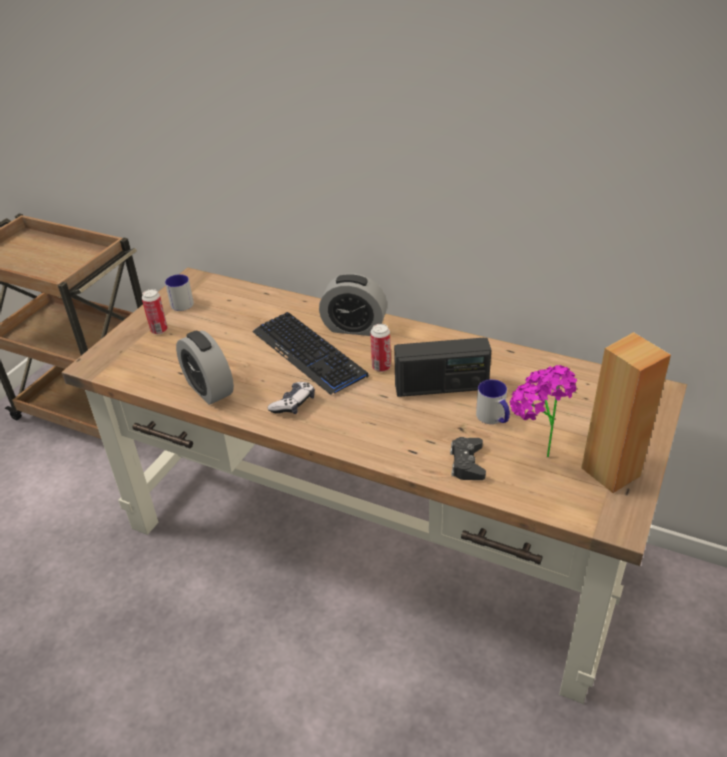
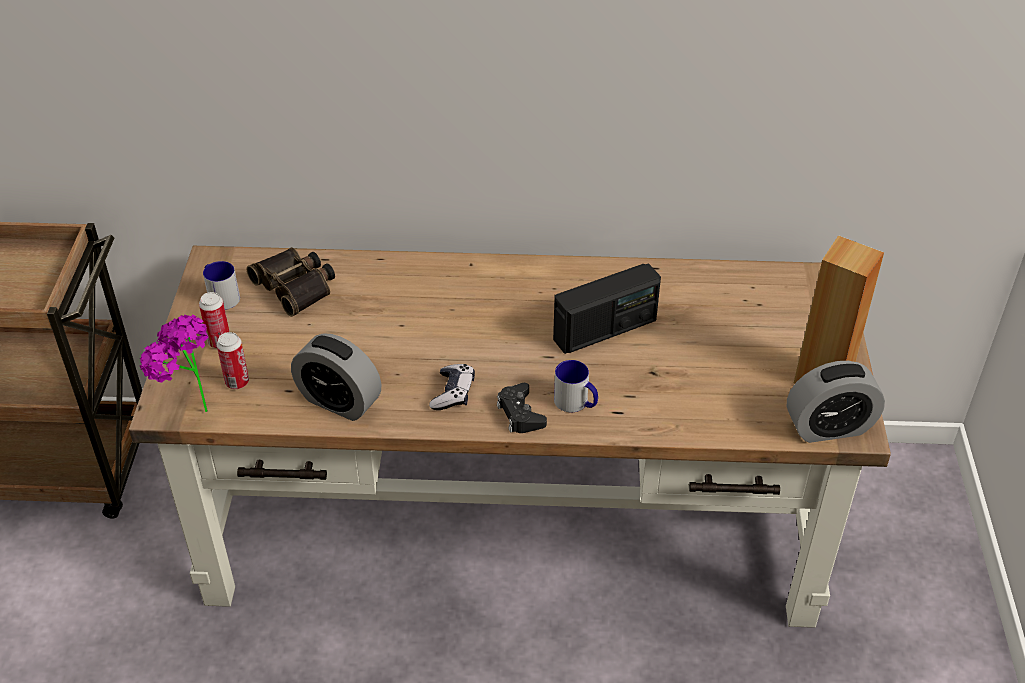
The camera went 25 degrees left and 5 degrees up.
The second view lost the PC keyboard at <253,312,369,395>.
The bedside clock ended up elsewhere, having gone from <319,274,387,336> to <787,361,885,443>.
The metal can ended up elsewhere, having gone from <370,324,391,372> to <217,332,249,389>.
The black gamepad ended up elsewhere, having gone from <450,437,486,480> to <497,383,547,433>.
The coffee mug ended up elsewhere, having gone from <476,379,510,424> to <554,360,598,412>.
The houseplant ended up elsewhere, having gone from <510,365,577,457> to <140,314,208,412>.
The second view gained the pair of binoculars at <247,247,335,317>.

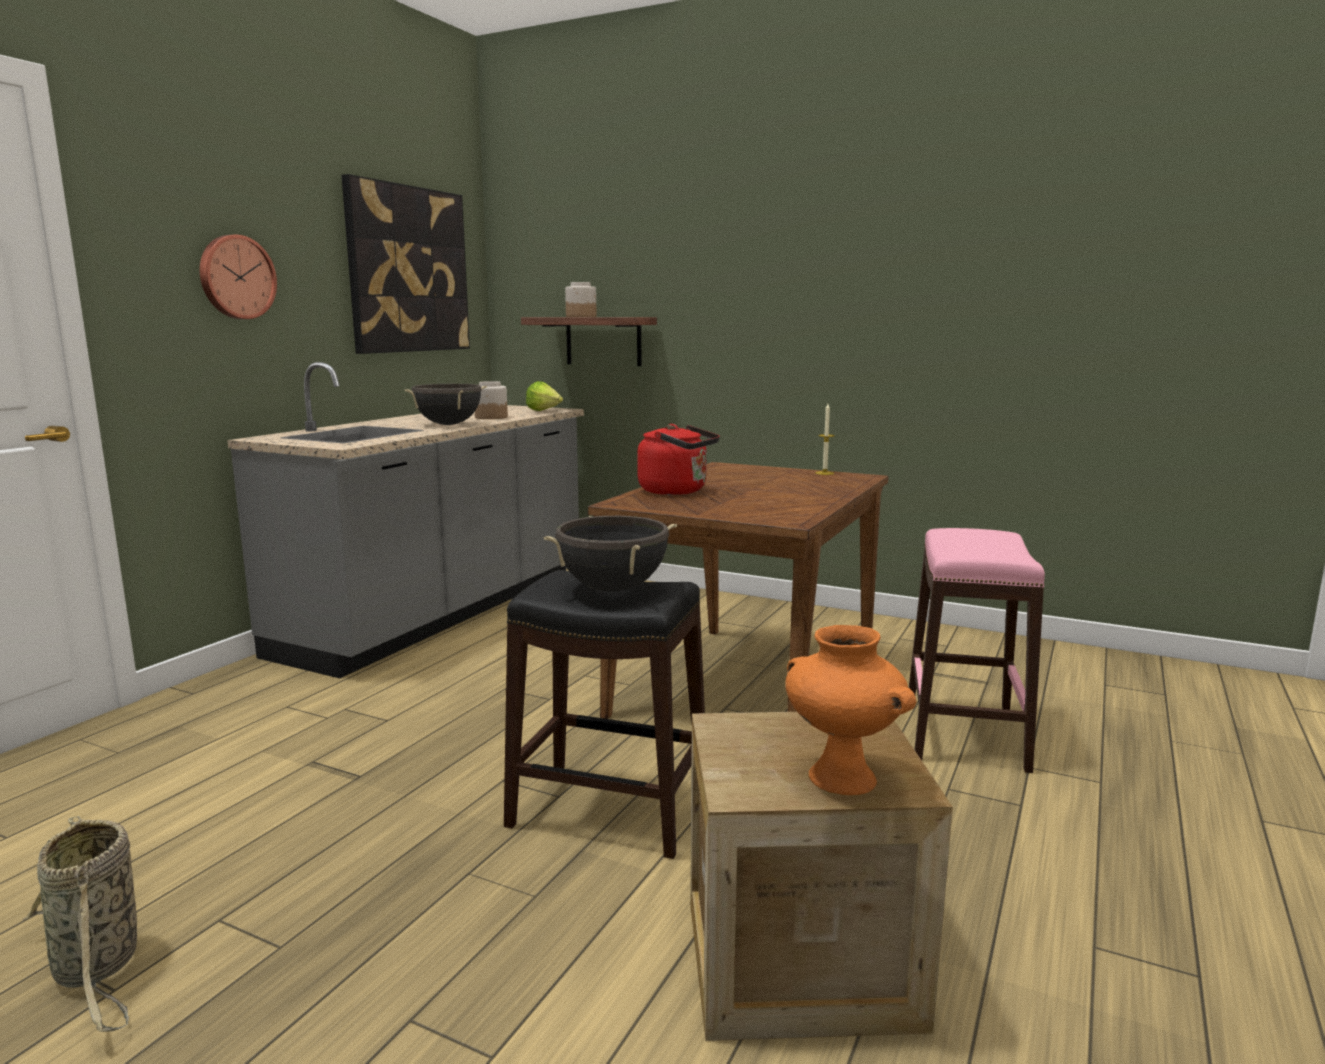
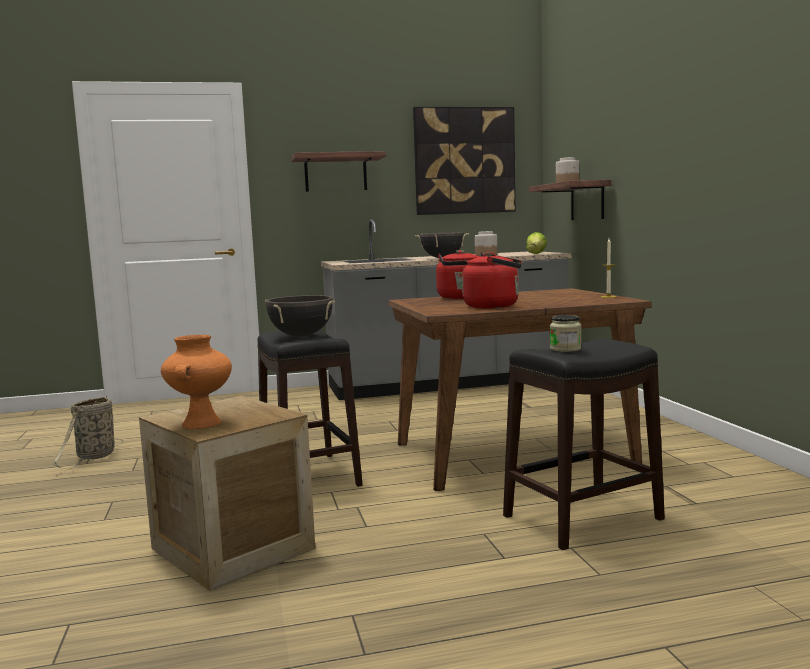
The camera went 50 degrees right and 5 degrees down.
Where the hanging clock hung at <200,235,277,319>, the bracket shelf came to hang at <291,151,386,192>.
What was the pink stool seat at <909,528,1045,773> turned into the black stool seat at <503,339,665,550>.
The second view gained the red kettle at <462,252,522,308>.
The second view gained the storage jar at <550,315,581,352>.

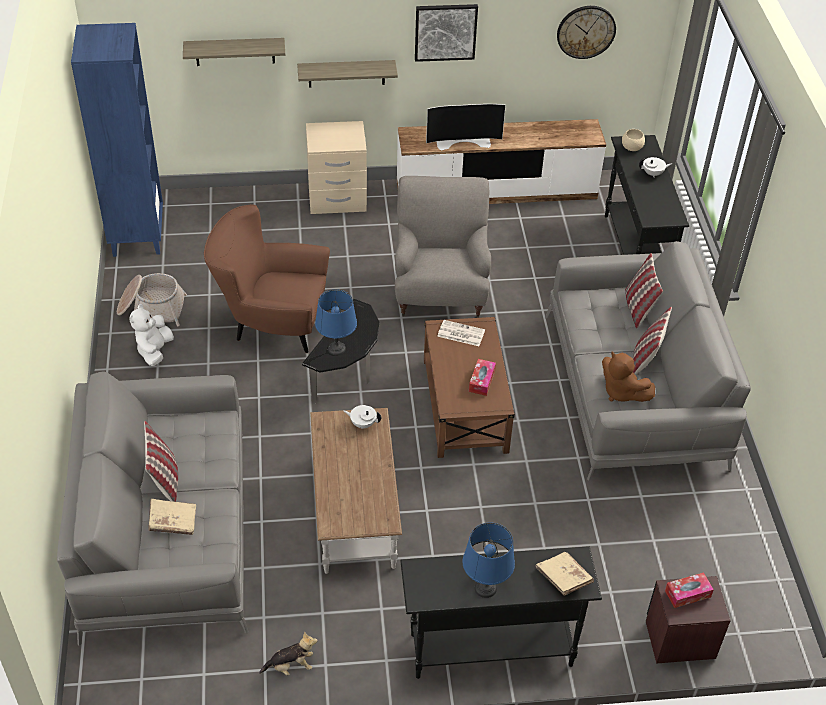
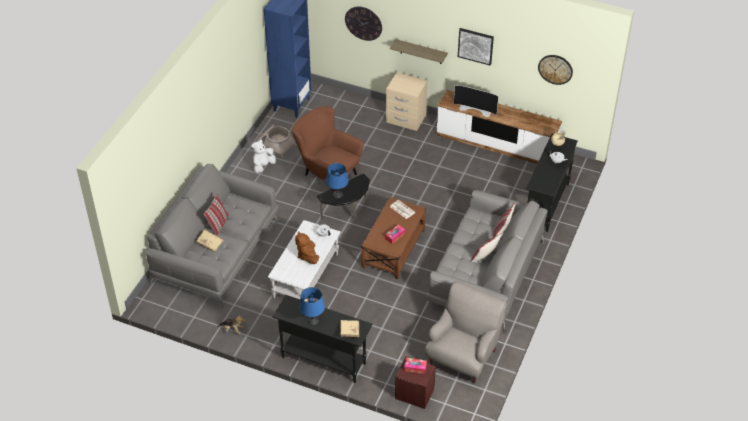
The camera went 30 degrees right and 0 degrees up.
Where the bracket shelf hung at <183,38,285,66>, the hanging clock came to hang at <345,7,382,41>.
What was the brownish low table at <310,408,402,574> turned into the whitish low table at <268,220,341,302>.
The grey armchair ended up elsewhere, having gone from <395,176,491,318> to <425,281,507,384>.
The brownish plush toy ended up elsewhere, having gone from <602,352,655,402> to <295,231,319,264>.

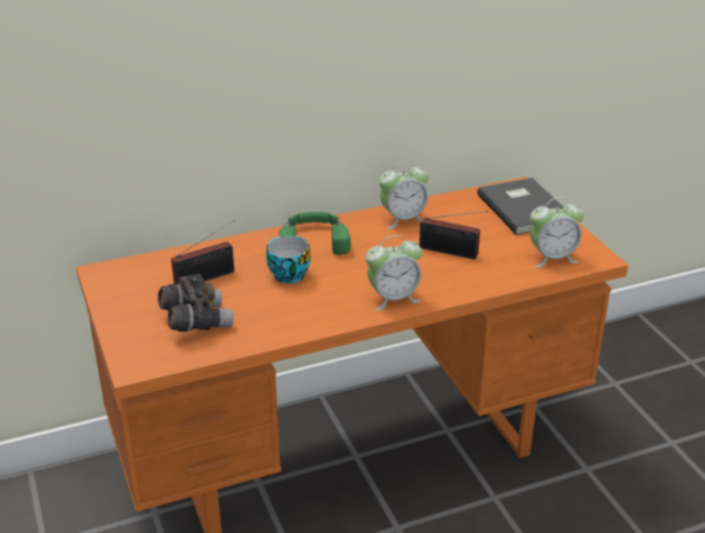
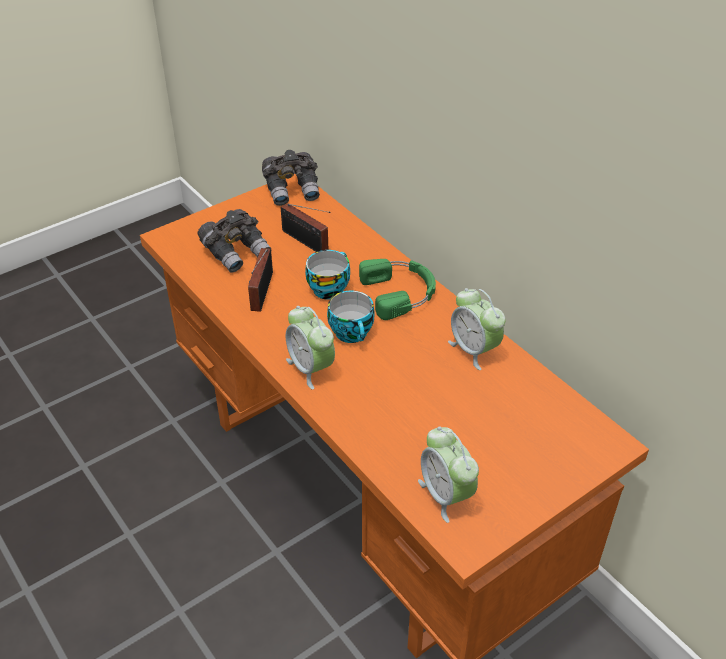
The camera went 75 degrees right and 10 degrees up.
The radio receiver ended up elsewhere, having gone from <419,211,488,259> to <248,248,273,312>.
The second view lost the grey book at <477,178,563,235>.
The second view gained the grey pair of binoculars at <262,150,320,206>.
The second view gained the small cup at <327,291,375,343>.

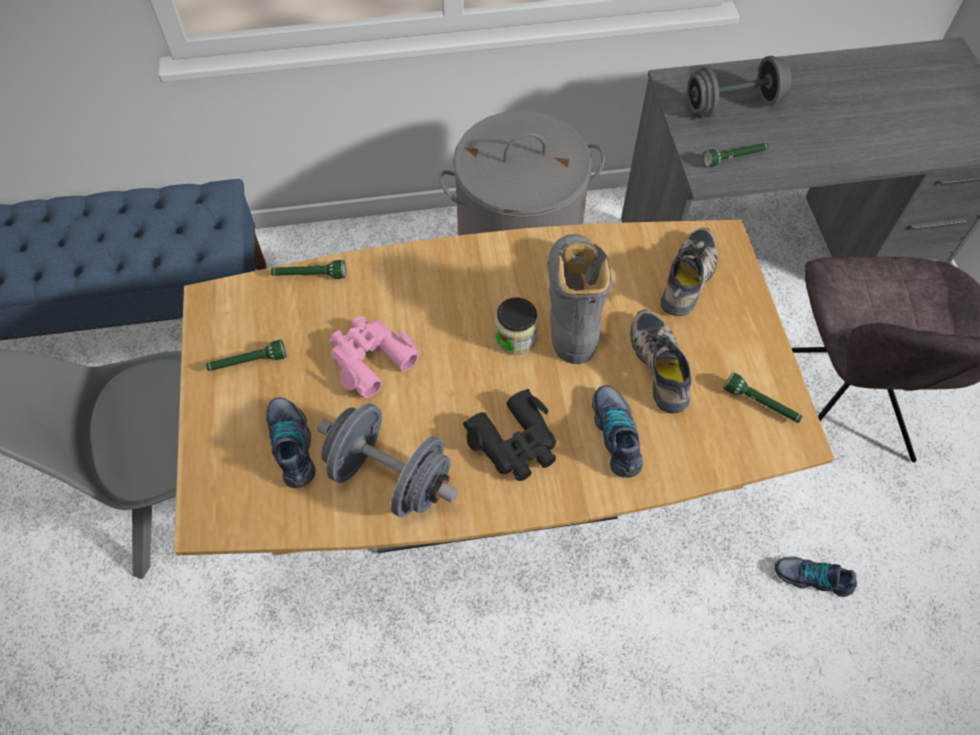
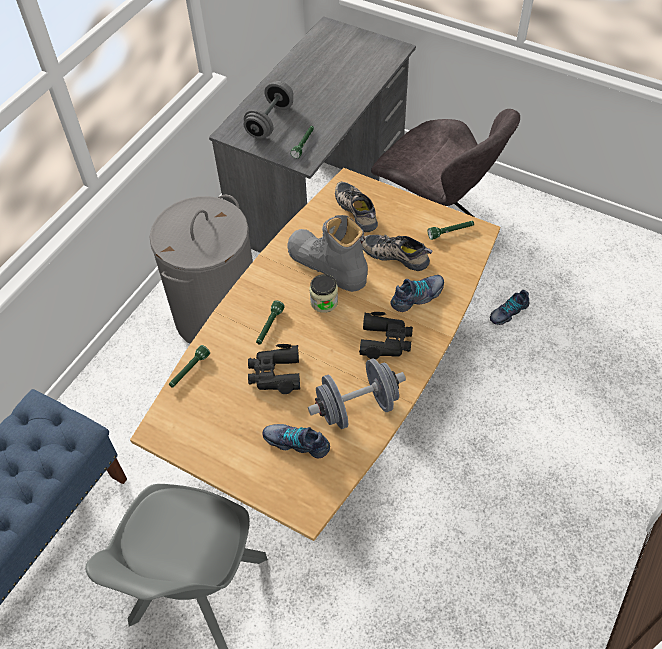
The camera went 50 degrees left and 5 degrees down.
The green-coloured torch ended up elsewhere, having gone from <206,339,287,371> to <256,300,285,344>.
What was the pink pair of binoculars at <330,317,420,398> turned into the black pair of binoculars at <248,344,300,394>.
The shoe at <592,385,643,478> ended up facing another way, 120 degrees clockwise from before.

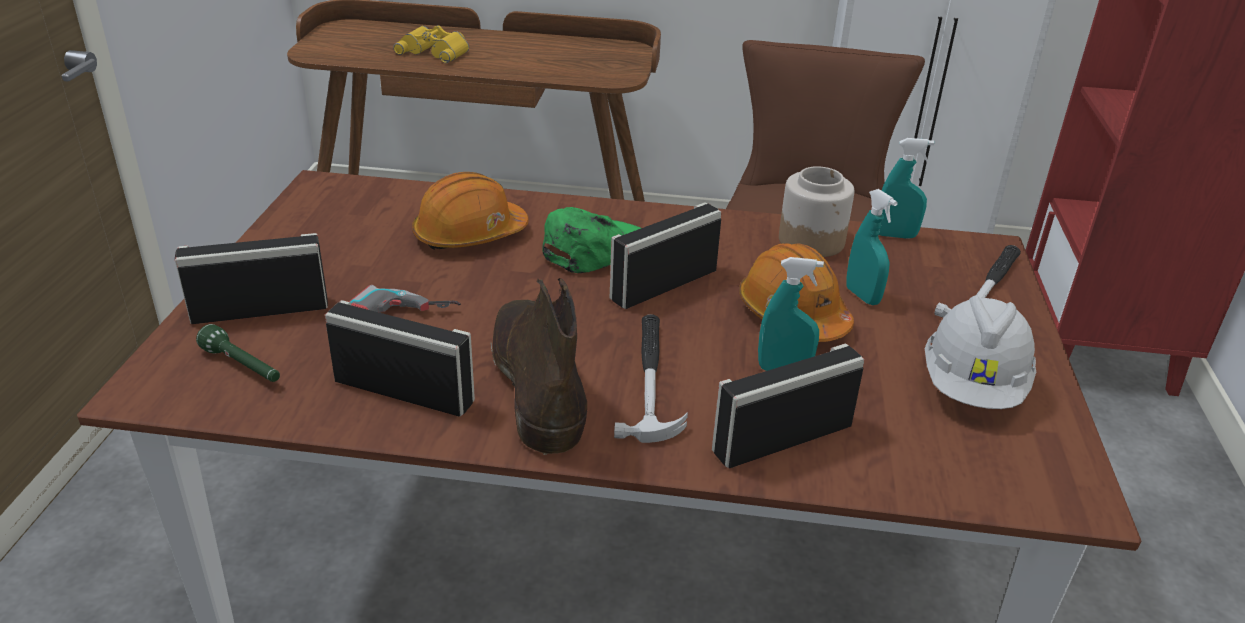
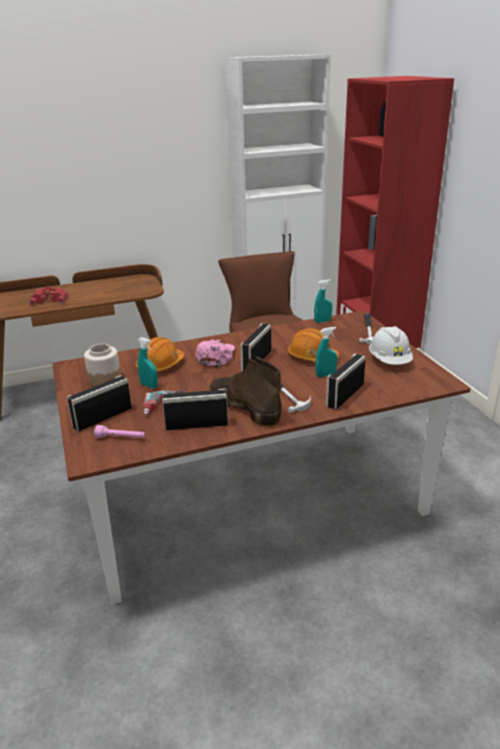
The camera went 25 degrees left and 5 degrees down.
What was the green-coloured torch at <196,324,280,382> turned into the pink torch at <94,425,145,438>.
What was the yellow pair of binoculars at <393,25,469,63> turned into the red pair of binoculars at <29,286,67,305>.
What was the green-coloured baseball cap at <543,207,641,273> turned into the pink baseball cap at <195,339,235,367>.
The storage jar ended up elsewhere, having gone from <779,166,854,257> to <84,344,121,387>.
The turquoise hand sprayer ended up elsewhere, having gone from <846,189,898,305> to <138,337,158,388>.

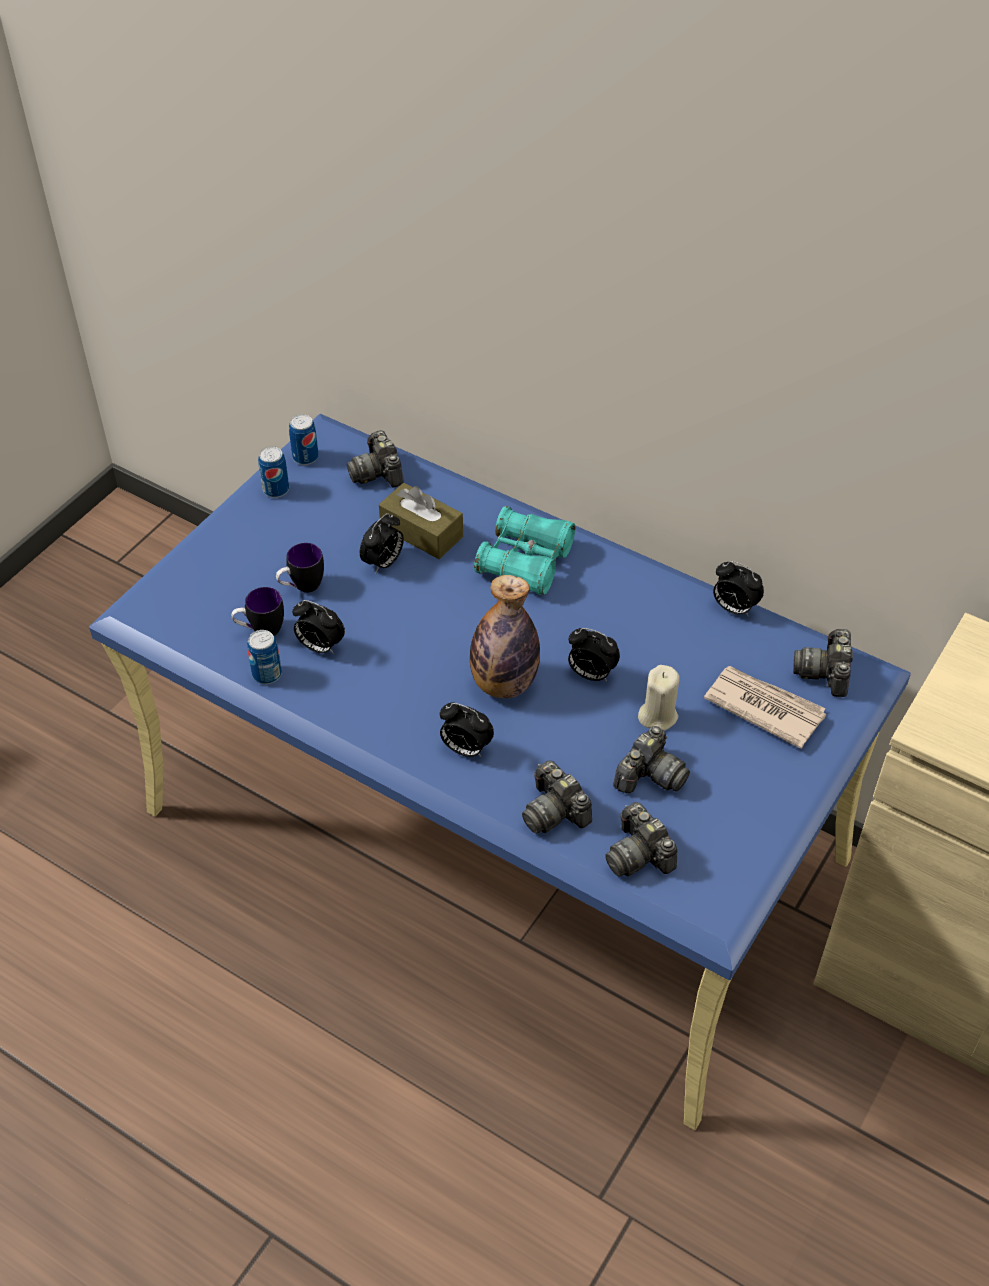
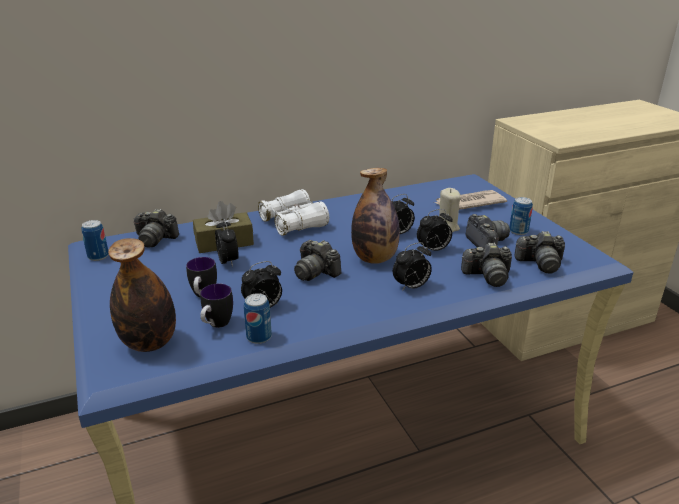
The camera went 55 degrees left and 20 degrees down.
The metal can ended up elsewhere, having gone from <258,446,289,498> to <509,197,533,235>.
What was the turquoise pair of binoculars at <474,506,575,595> turned into the whitish pair of binoculars at <258,189,329,236>.
The bedside clock ended up elsewhere, having gone from <713,561,764,617> to <417,209,453,251>.
The photo camera ended up elsewhere, having gone from <793,629,853,697> to <294,240,341,281>.
The second view gained the bottle at <108,238,176,352>.

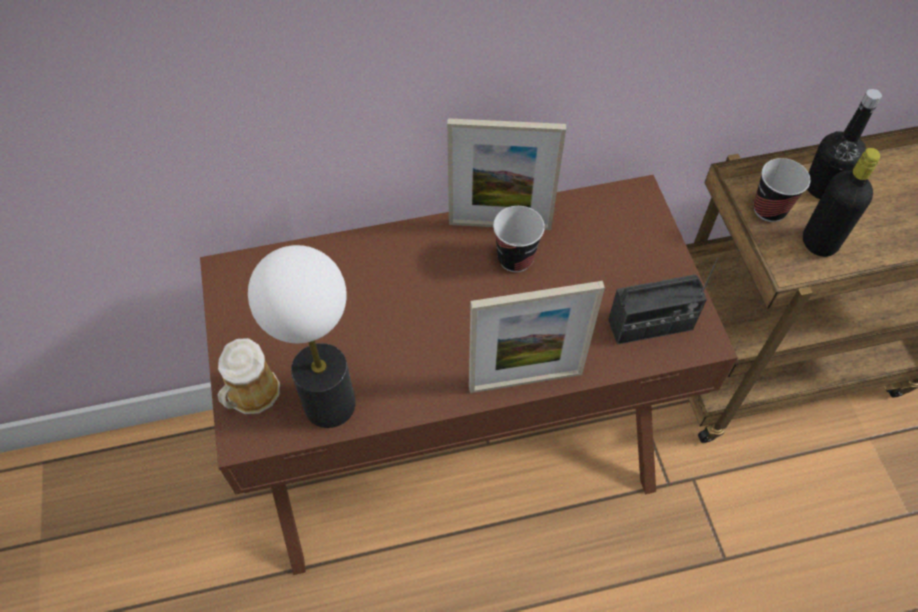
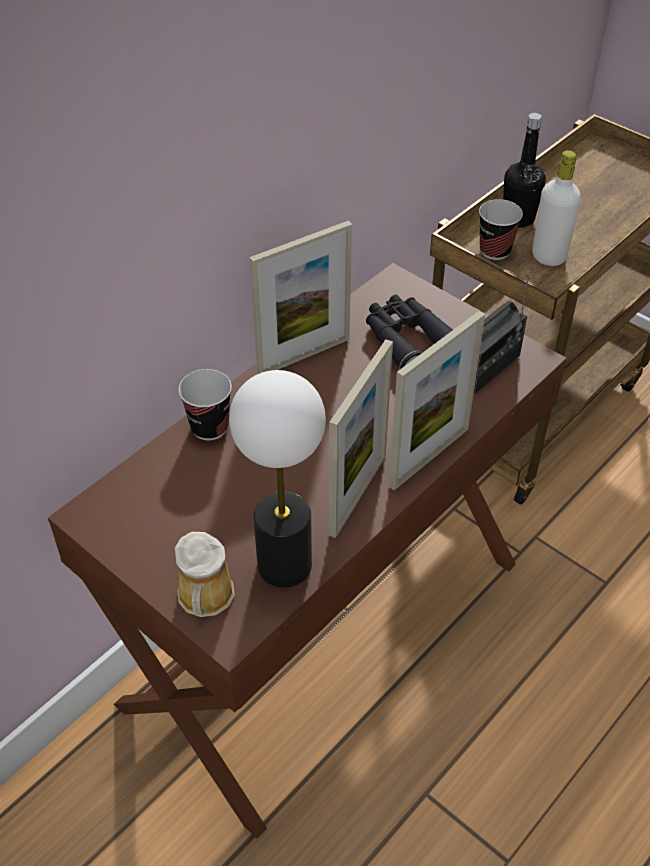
The camera went 35 degrees left and 10 degrees down.
The small cup ended up elsewhere, having gone from <493,206,545,272> to <178,369,232,440>.
What was the black bottle at <803,148,881,257> turned into the whitish bottle at <532,150,581,266>.
The second view gained the standing frame at <329,339,393,538>.
The second view gained the black pair of binoculars at <366,295,453,369>.

